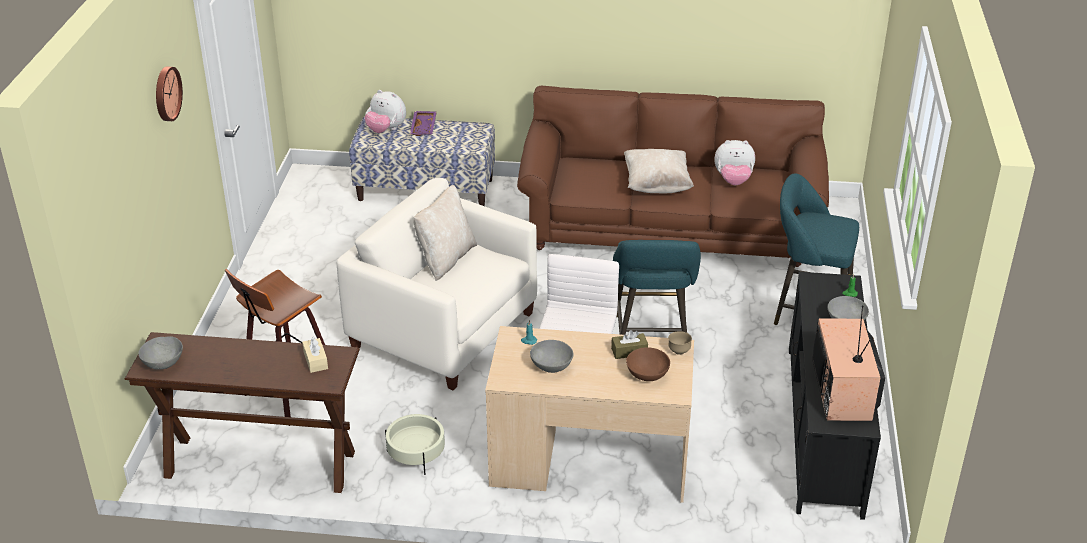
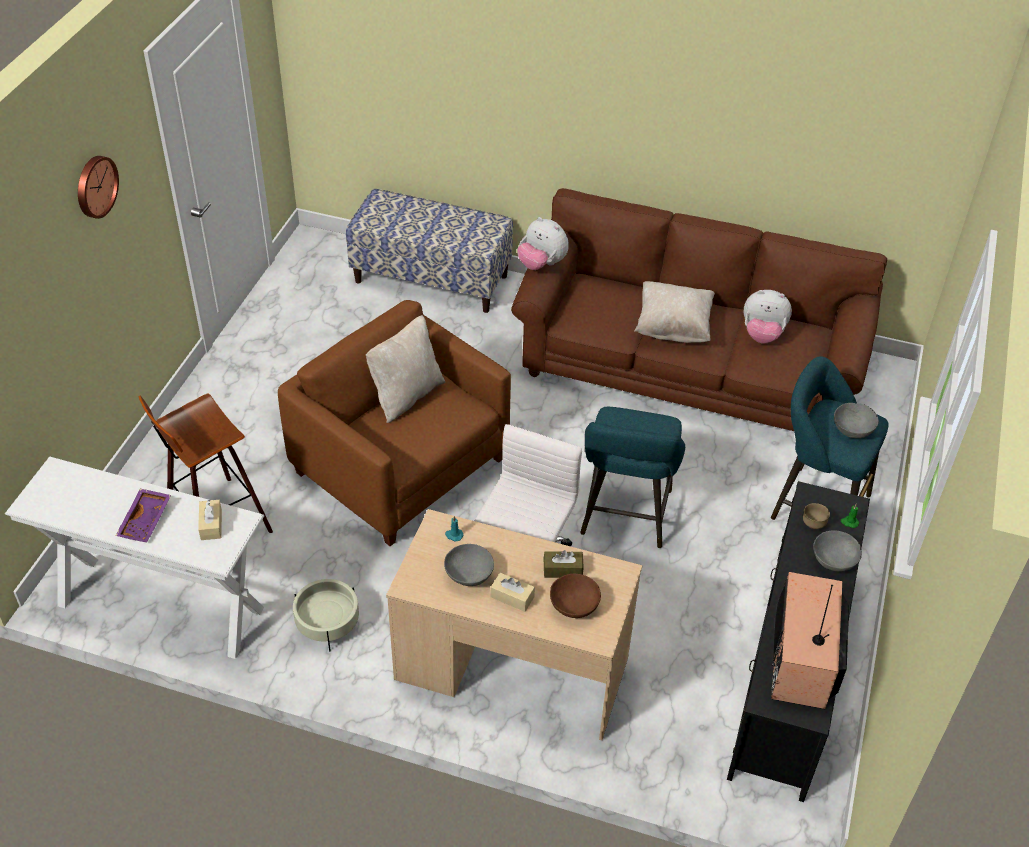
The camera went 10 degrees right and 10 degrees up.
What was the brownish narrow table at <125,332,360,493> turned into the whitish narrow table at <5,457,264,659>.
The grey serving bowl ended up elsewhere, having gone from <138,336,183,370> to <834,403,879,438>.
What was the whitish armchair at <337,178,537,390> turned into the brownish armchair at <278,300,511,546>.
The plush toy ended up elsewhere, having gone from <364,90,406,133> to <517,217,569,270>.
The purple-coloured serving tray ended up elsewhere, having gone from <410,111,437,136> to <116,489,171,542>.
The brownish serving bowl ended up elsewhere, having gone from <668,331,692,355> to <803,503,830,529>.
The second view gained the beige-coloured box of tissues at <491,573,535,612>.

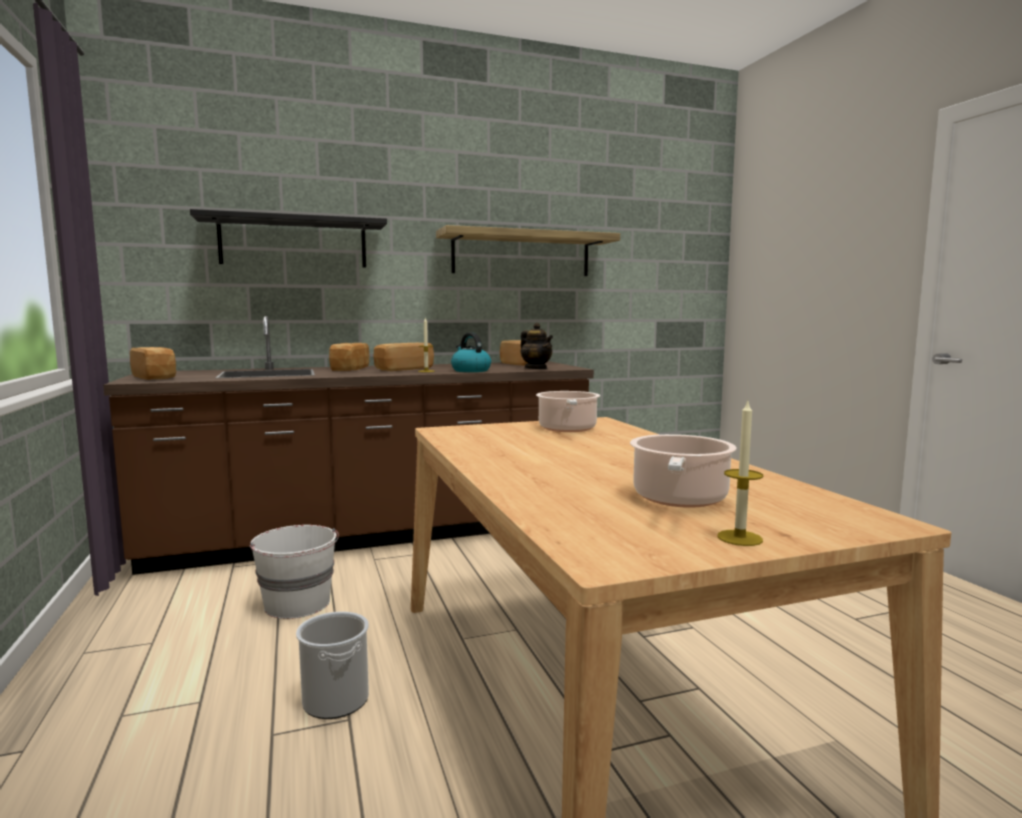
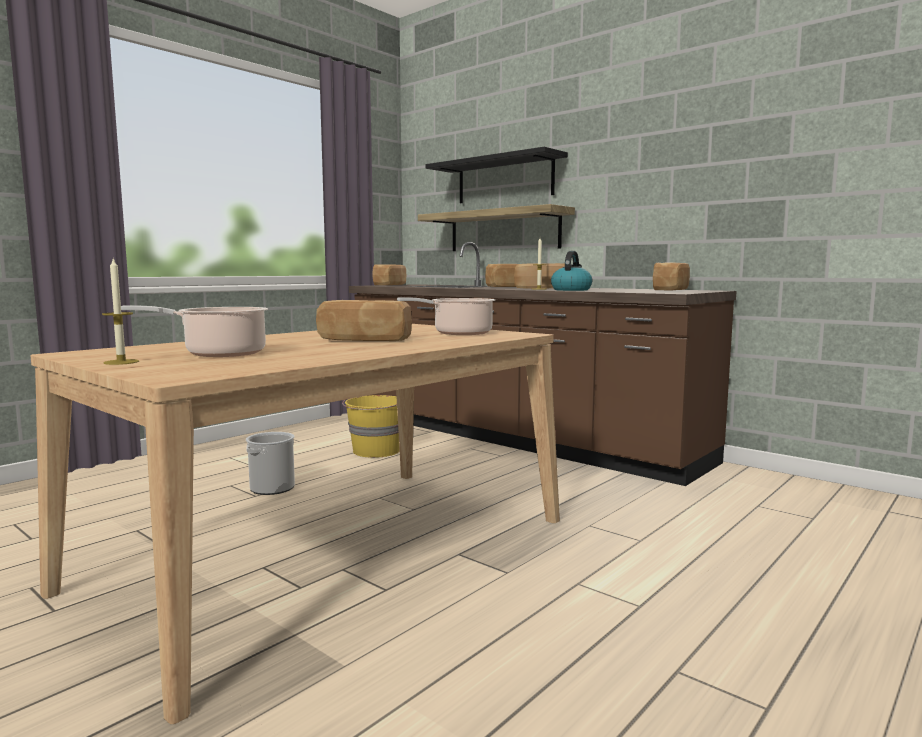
The camera went 60 degrees right and 0 degrees up.
What was the whitish water bucket at <249,525,339,619> turned into the yellow water bucket at <342,395,400,458>.
The bracket shelf ended up elsewhere, having gone from <436,225,620,276> to <418,204,575,251>.
The second view lost the teapot at <520,323,553,369>.
The second view gained the baked bread at <316,300,412,341>.

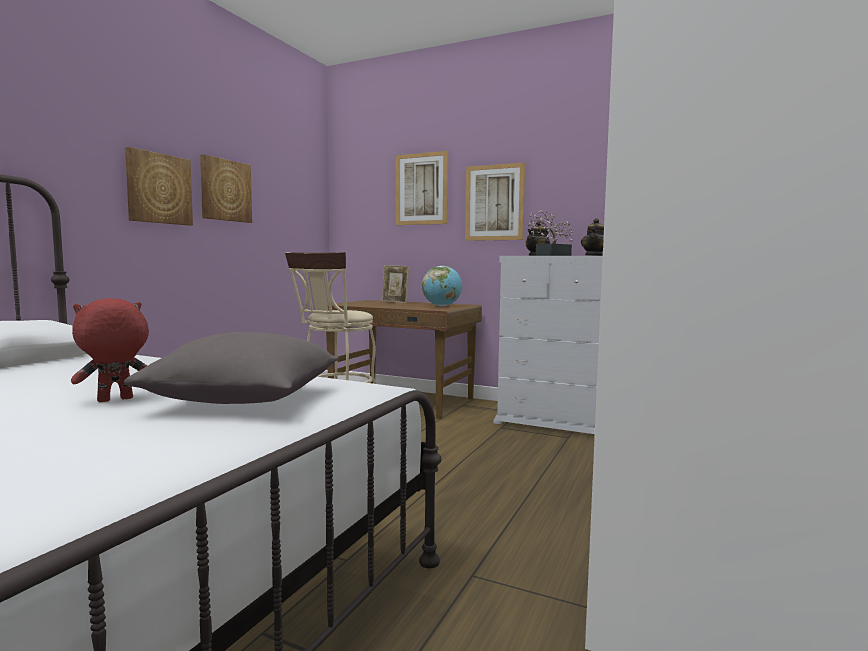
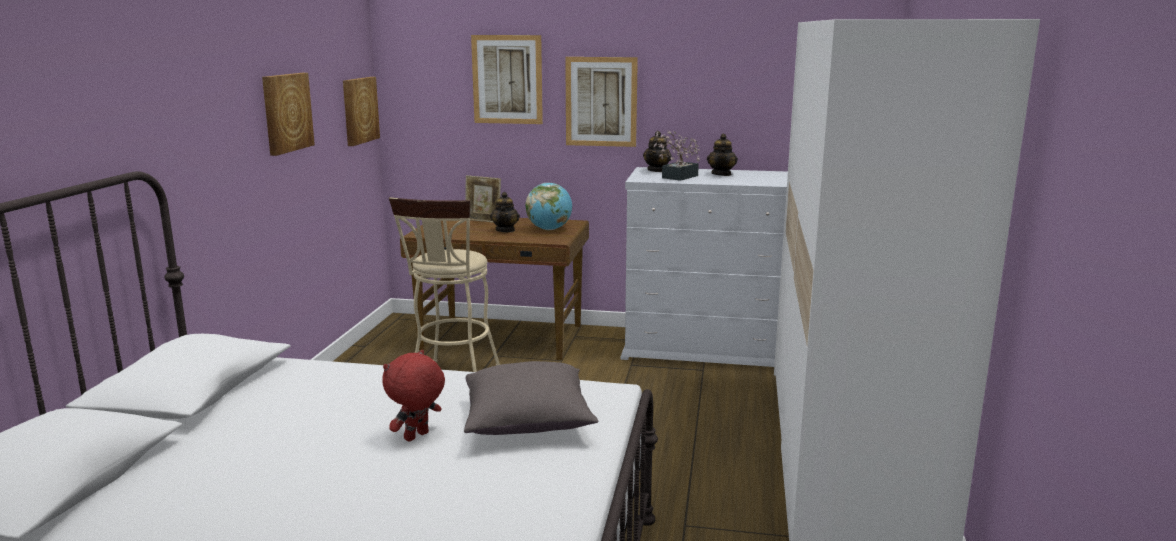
The camera went 15 degrees left and 10 degrees up.
The wall art ended up elsewhere, having gone from <125,147,193,226> to <343,77,380,146>.
The second view gained the teapot at <490,192,520,232>.

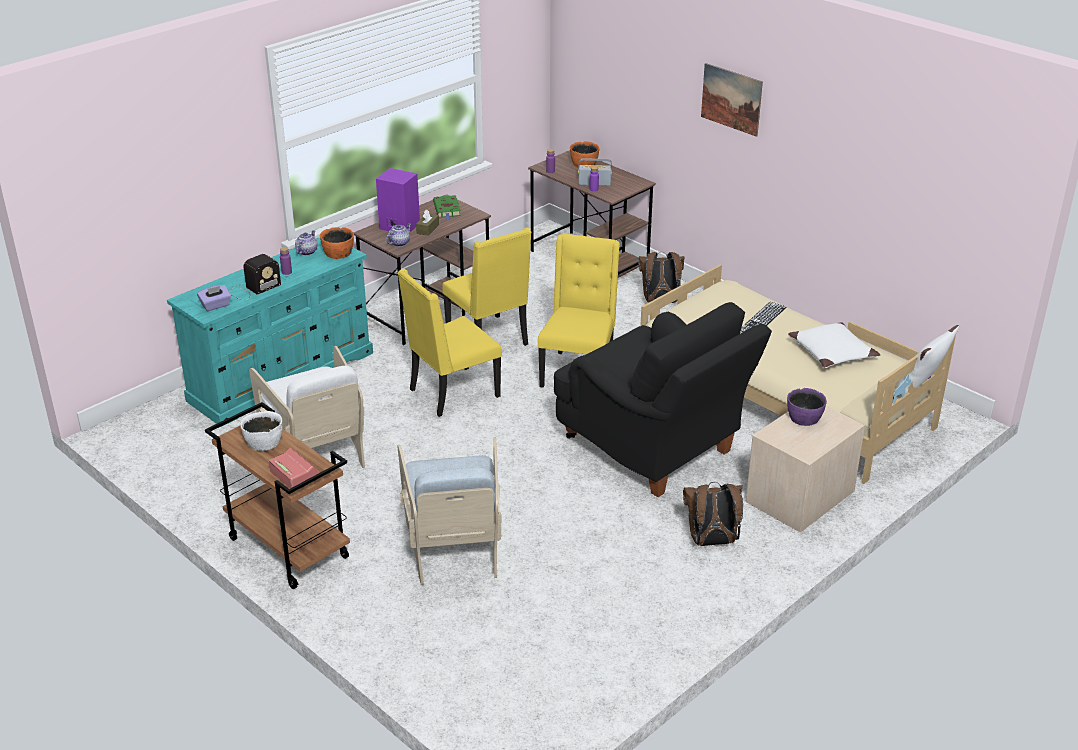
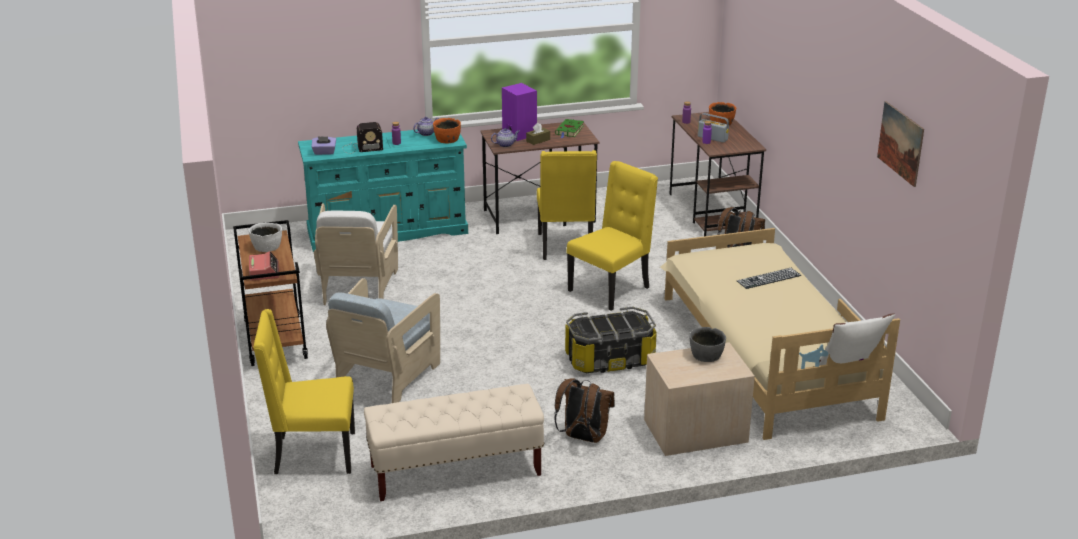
The camera went 30 degrees right and 5 degrees down.
The yellow chair ended up elsewhere, having gone from <398,269,502,417> to <253,309,355,474>.
Where the black armchair stood at <554,302,772,497>, the storage box came to stand at <565,307,657,373>.
The wall art ended up elsewhere, having gone from <701,63,763,137> to <877,101,924,187>.
What was the purple-coloured serving bowl at <787,388,827,426> turned into the grey serving bowl at <689,327,726,362>.
The second view lost the whitish throw pillow at <788,322,880,368>.
The second view gained the beige-coloured indoor bench at <364,384,545,501>.

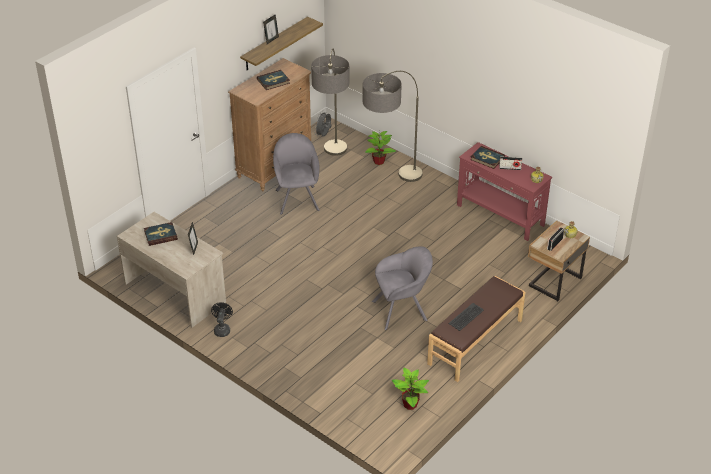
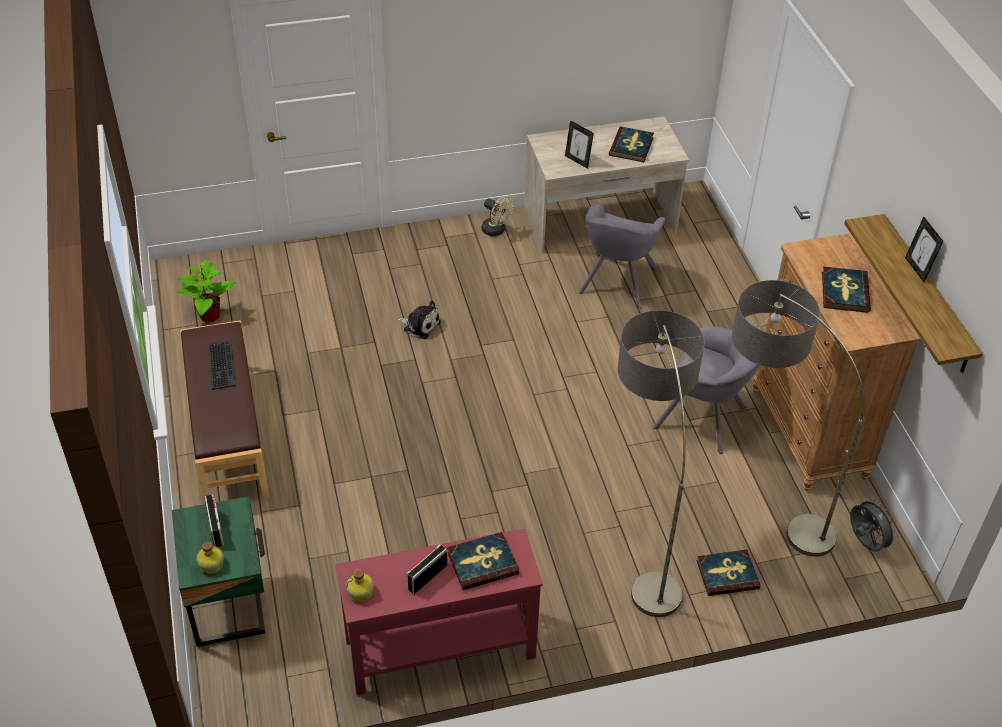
The camera went 125 degrees right and 5 degrees up.
What was the black cooling fan at <211,302,233,337> turned into the beige-coloured cooling fan at <481,196,514,236>.
Where the houseplant stood at <365,131,396,165>, the book came to stand at <697,550,760,596>.
The grey armchair ended up elsewhere, having gone from <372,246,433,330> to <578,202,665,309>.
What was the beige-coloured bedside table at <528,220,590,301> turned into the green-coloured bedside table at <172,496,265,647>.
The second view gained the plush toy at <397,300,441,339>.

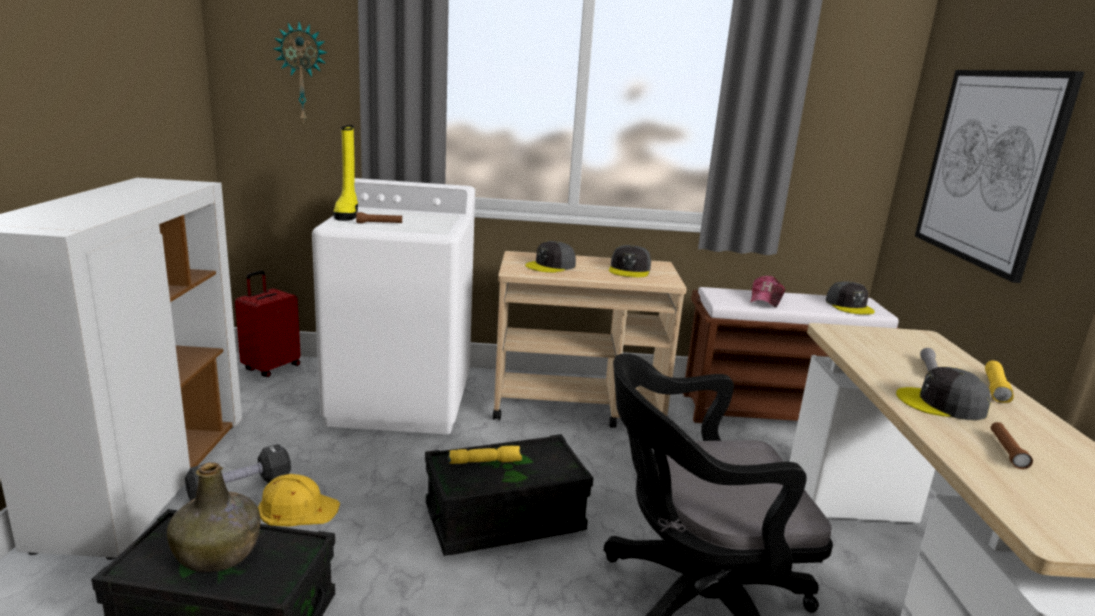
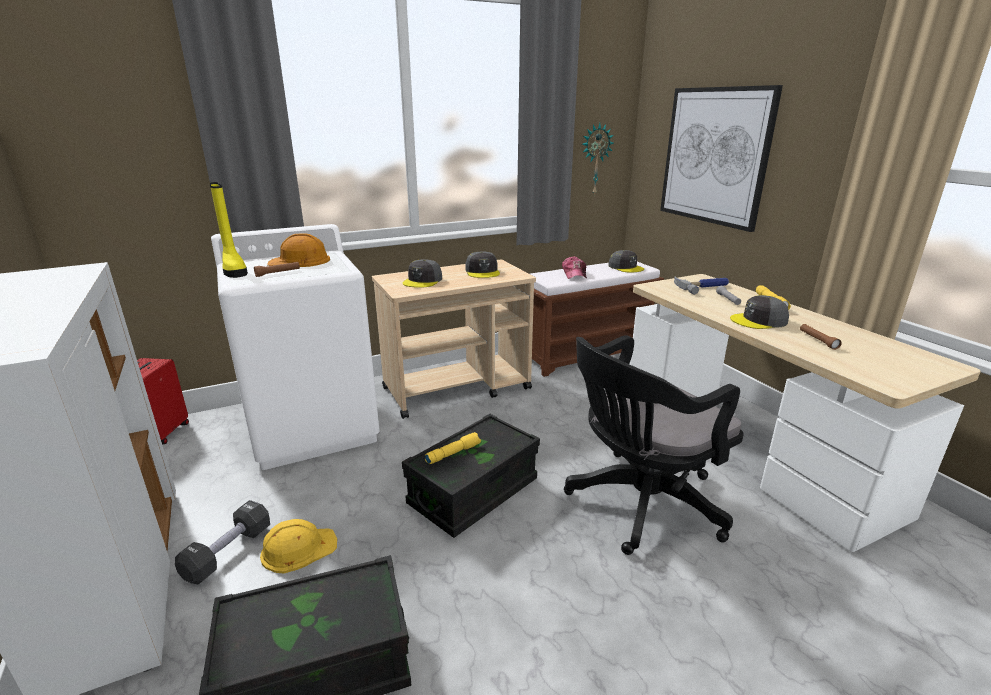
The camera went 25 degrees left and 5 degrees up.
The second view lost the green-coloured bottle at <167,462,261,573>.
The hanging clock ended up elsewhere, having gone from <274,22,327,124> to <582,123,614,196>.
The second view gained the orangey hard hat at <267,233,330,267>.
The second view gained the hammer at <674,276,729,295>.

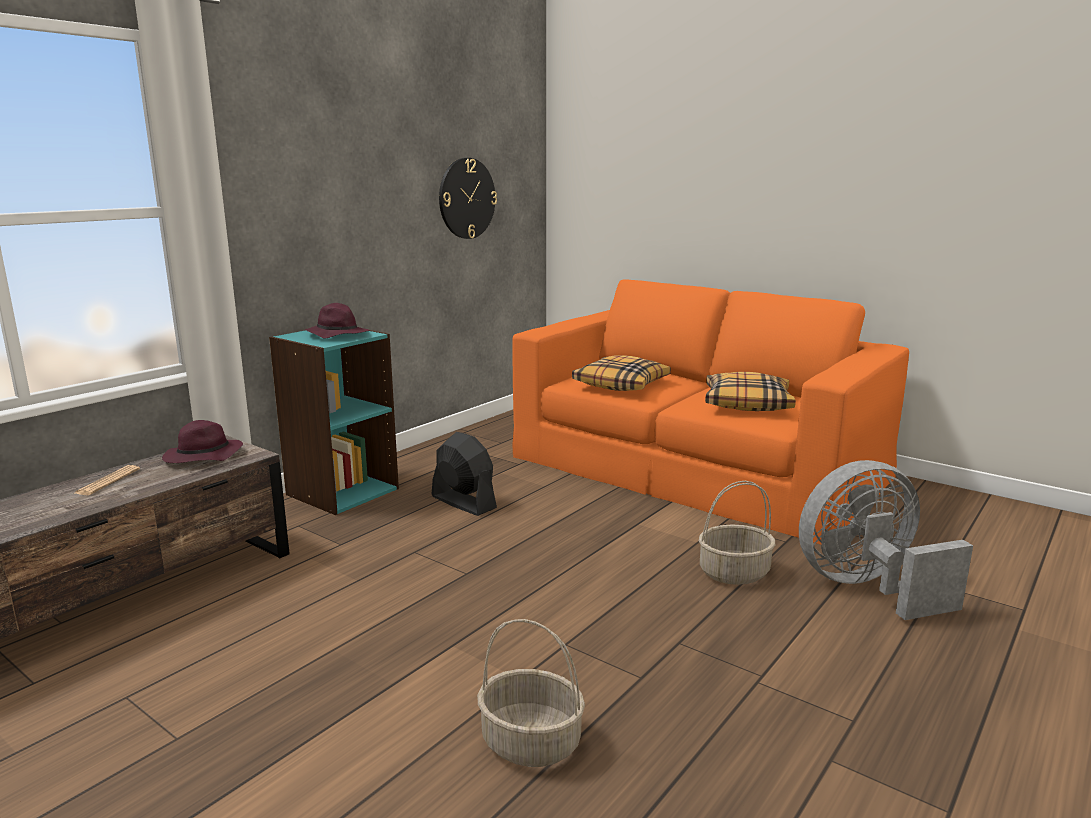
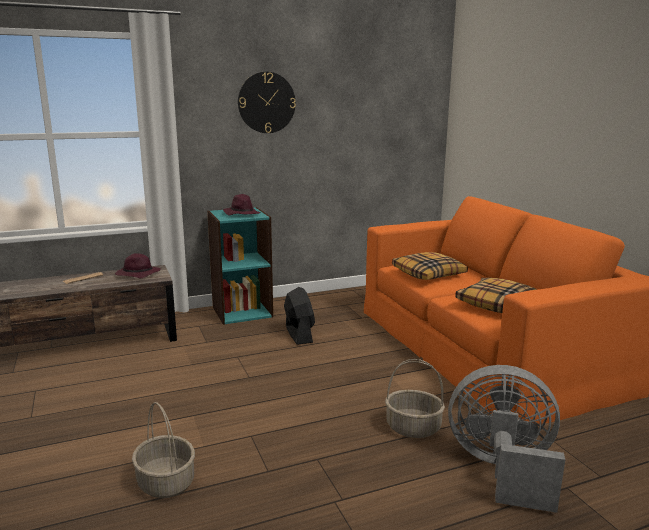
The camera went 30 degrees right and 0 degrees up.
The hanging clock ended up elsewhere, having gone from <439,158,497,239> to <238,72,296,133>.

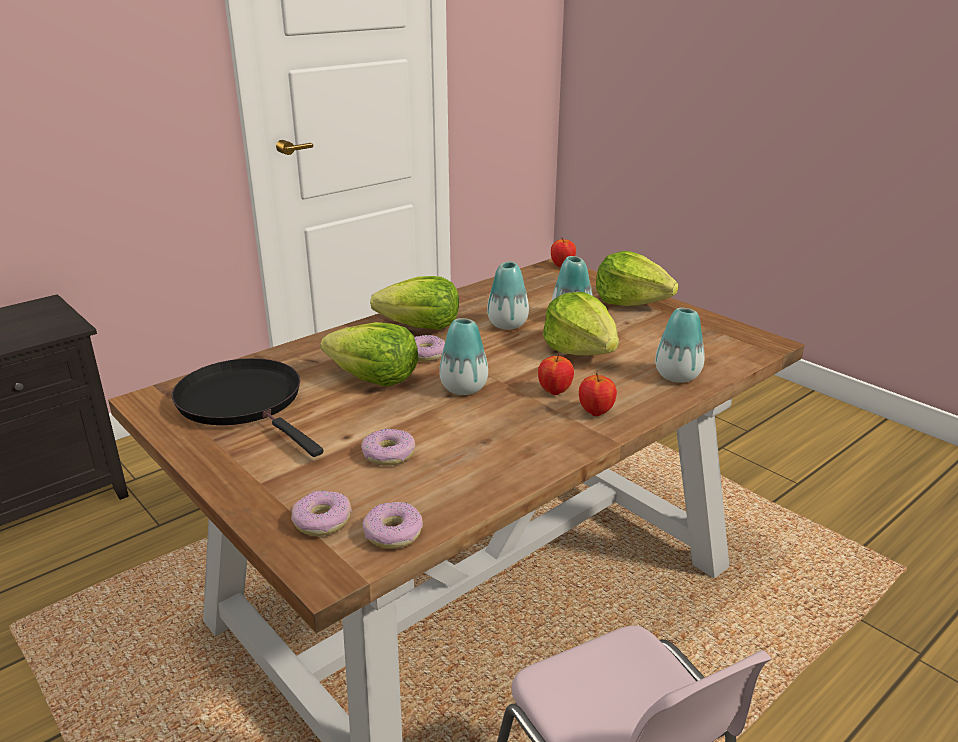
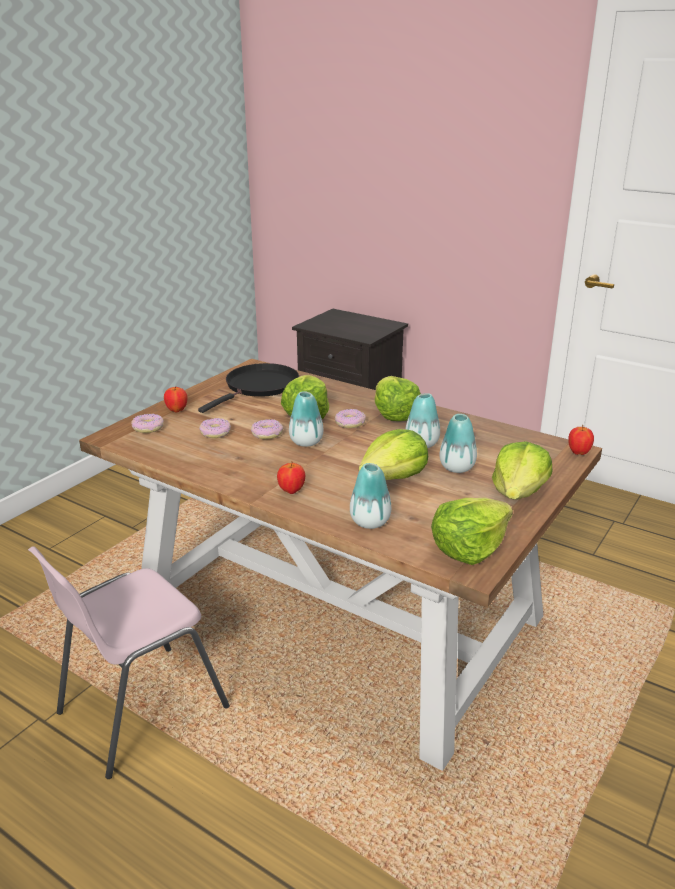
The camera went 75 degrees right and 0 degrees up.
The ring doughnut ended up elsewhere, having gone from <362,502,423,549> to <251,419,283,439>.
The apple fruit ended up elsewhere, having gone from <538,353,574,395> to <164,386,187,413>.
The second view gained the head of lettuce at <431,497,513,565>.

